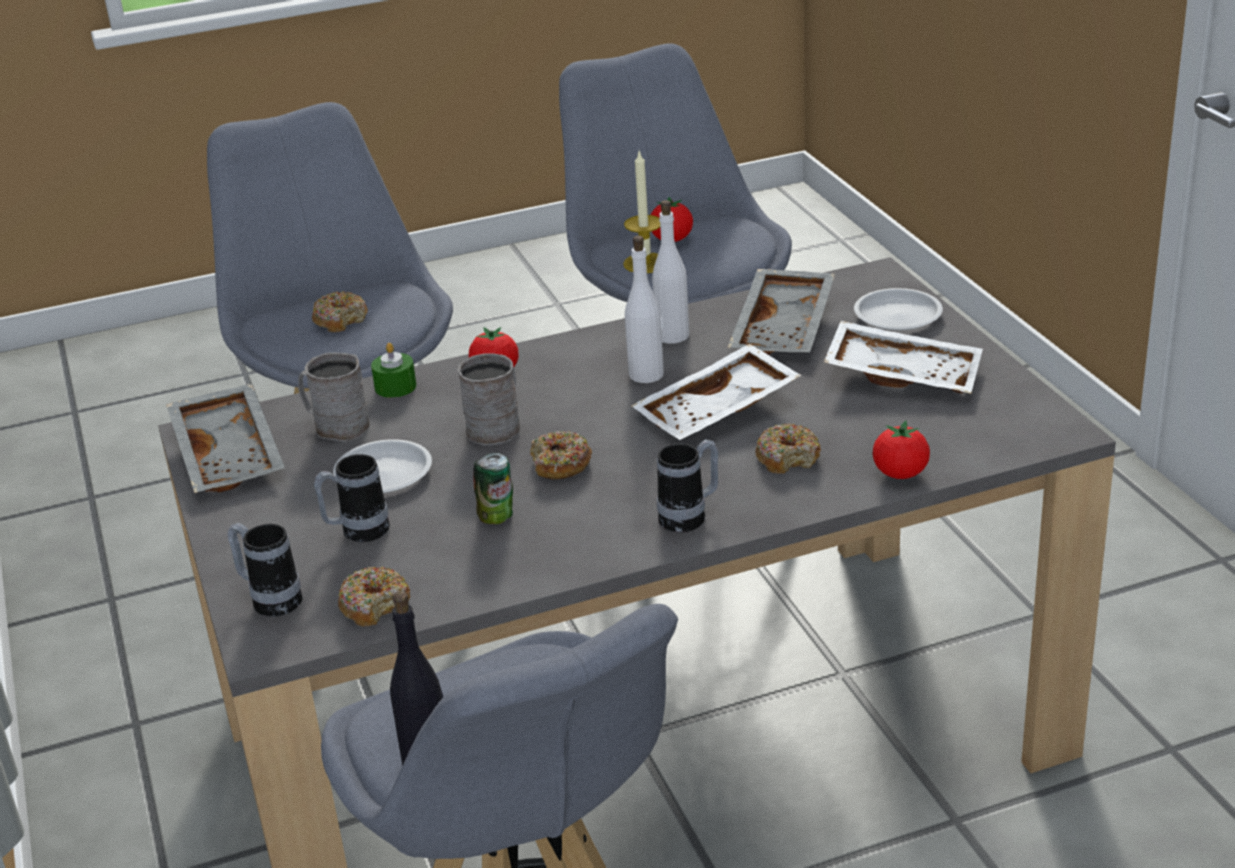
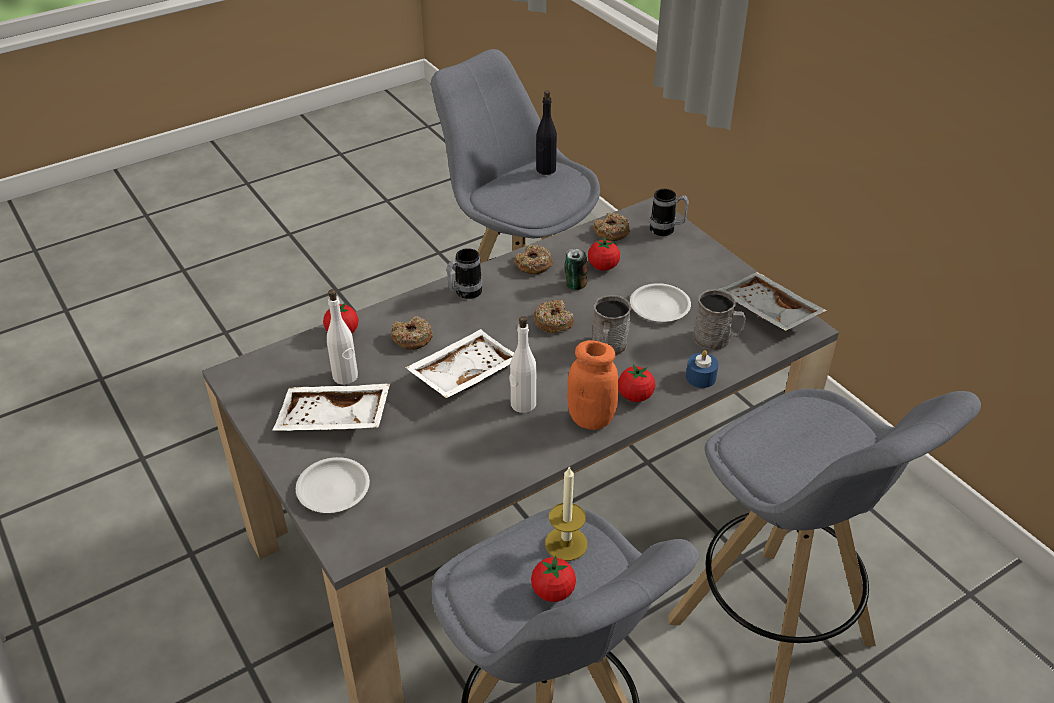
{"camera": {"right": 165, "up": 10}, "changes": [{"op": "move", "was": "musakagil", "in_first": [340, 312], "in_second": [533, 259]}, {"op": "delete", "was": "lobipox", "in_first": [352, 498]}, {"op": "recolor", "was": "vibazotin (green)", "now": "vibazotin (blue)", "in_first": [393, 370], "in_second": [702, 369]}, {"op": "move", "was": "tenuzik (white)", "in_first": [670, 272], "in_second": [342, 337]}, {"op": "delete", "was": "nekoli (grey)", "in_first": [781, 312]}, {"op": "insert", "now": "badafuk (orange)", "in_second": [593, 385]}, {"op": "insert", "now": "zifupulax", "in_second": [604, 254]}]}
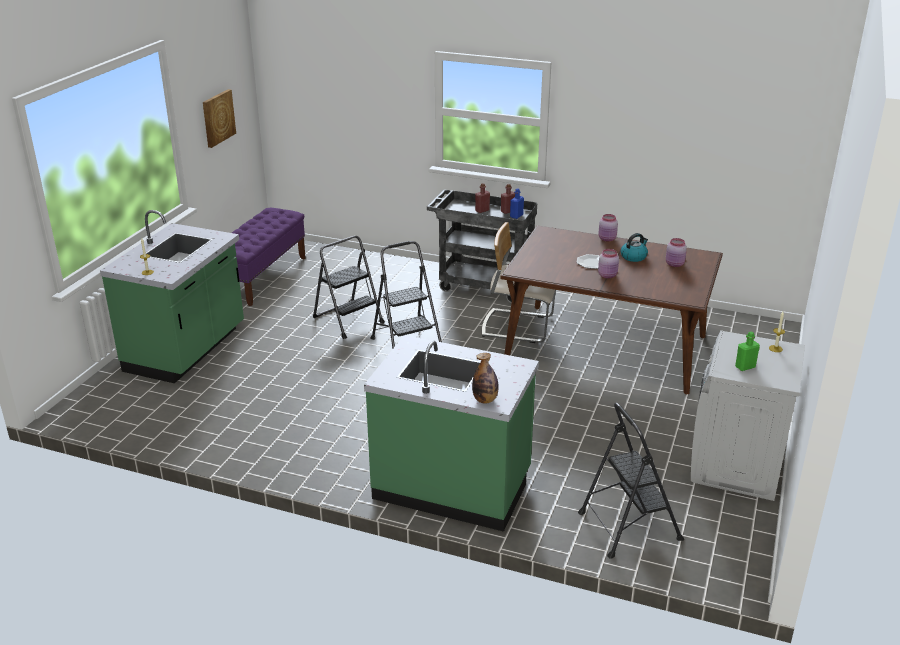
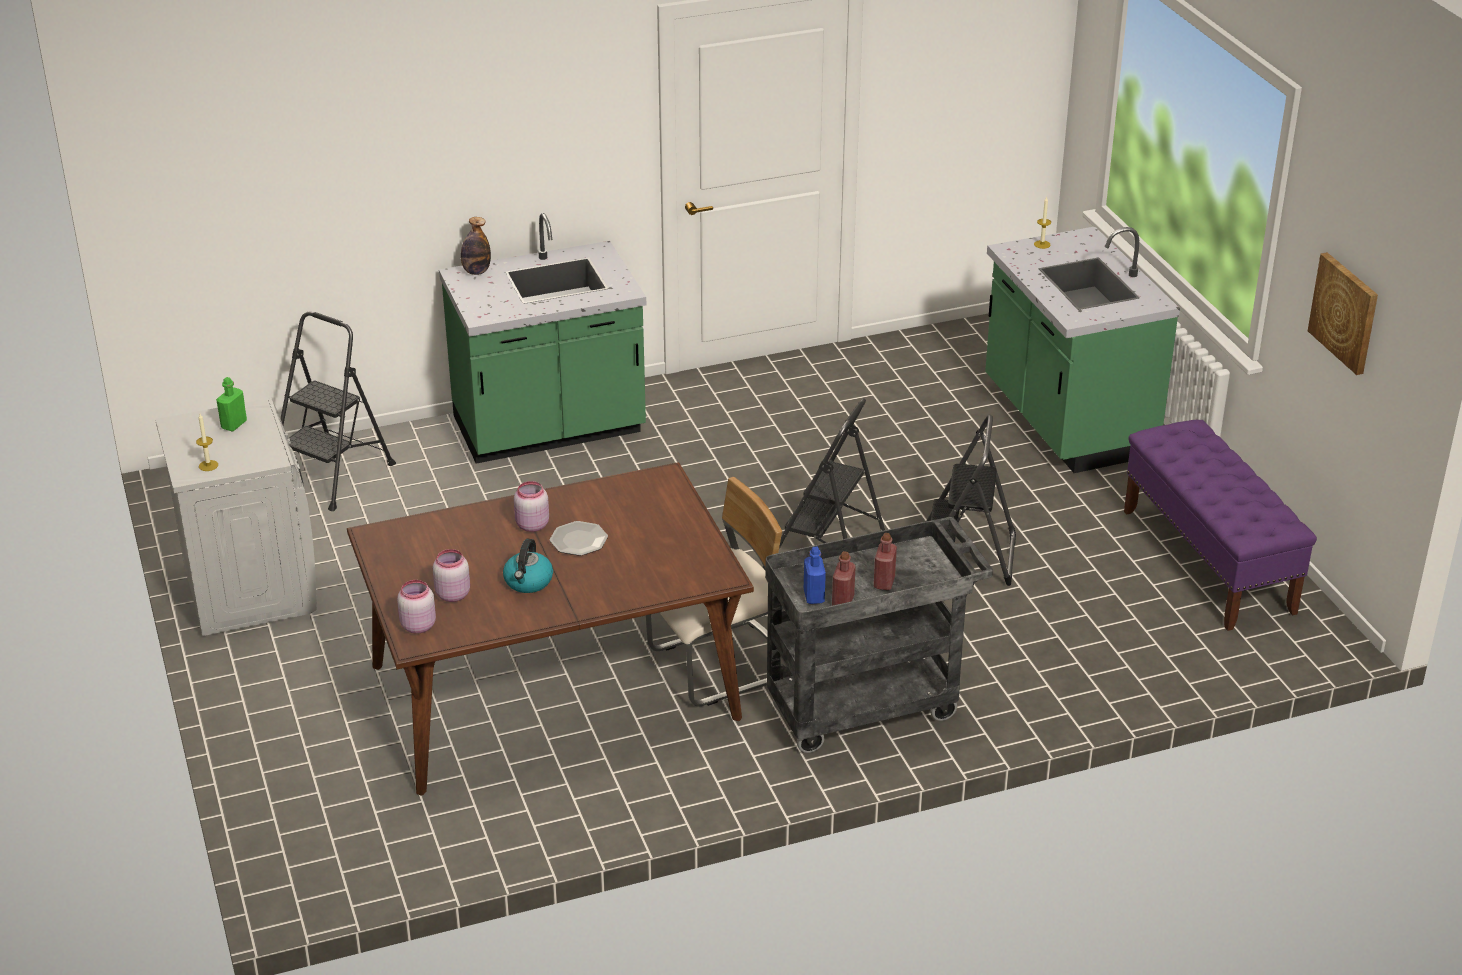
{"camera": {"right": 140, "up": 5}, "changes": [{"op": "move", "was": "badafuk (pink)", "in_first": [608, 228], "in_second": [416, 607]}]}
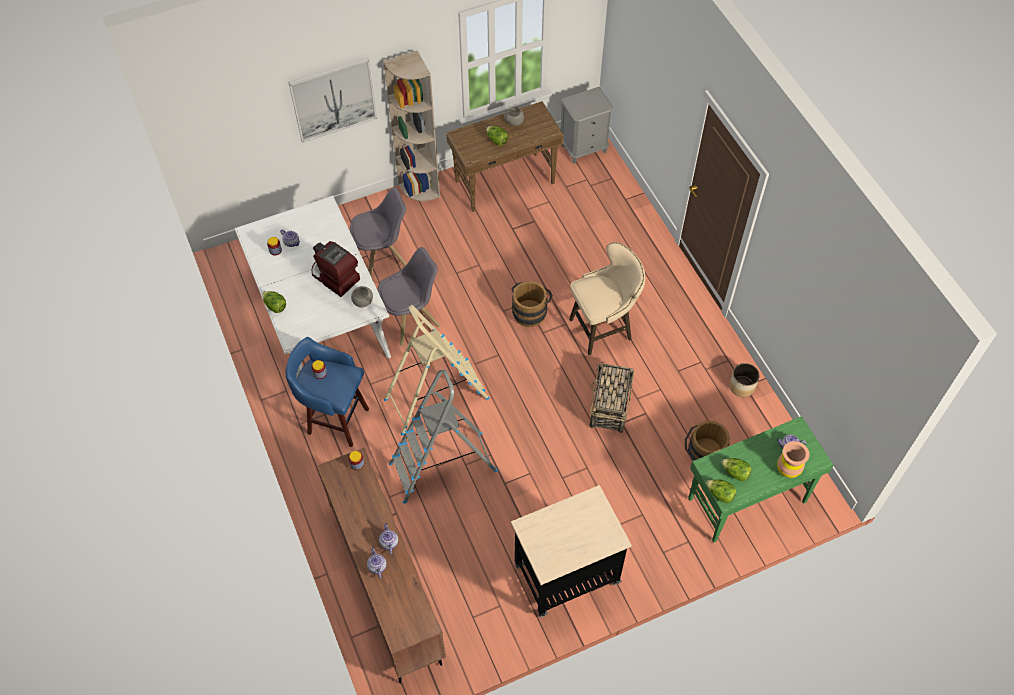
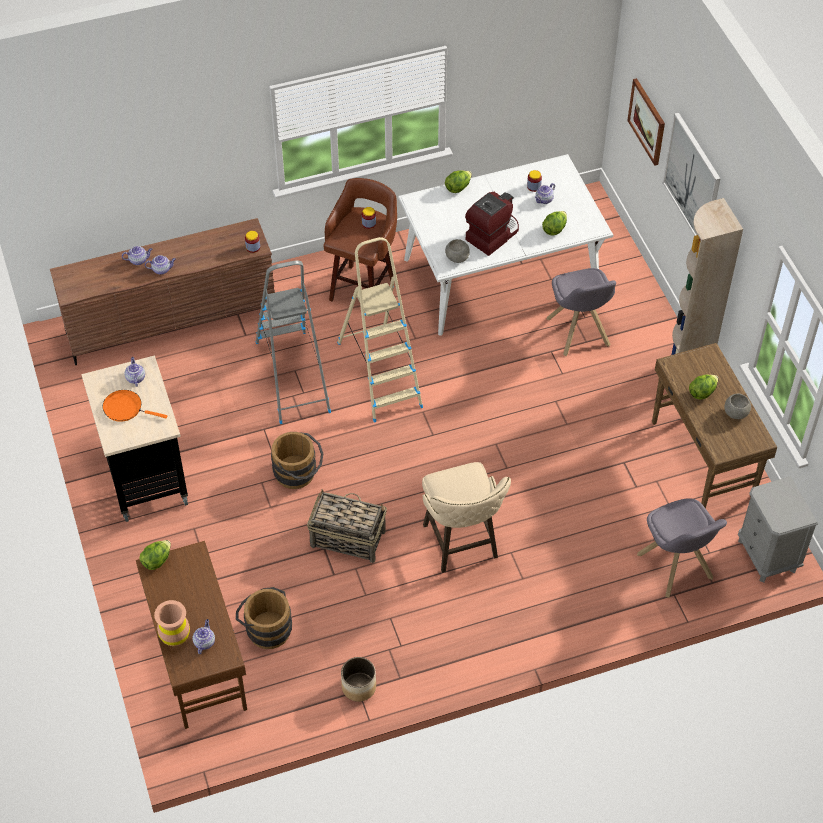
{"camera": {"right": 95, "up": -5}, "changes": [{"op": "recolor", "was": "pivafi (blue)", "now": "pivafi (brown)", "in_first": [327, 392], "in_second": [360, 239]}, {"op": "move", "was": "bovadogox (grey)", "in_first": [409, 296], "in_second": [682, 548]}, {"op": "move", "was": "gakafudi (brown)", "in_first": [532, 304], "in_second": [297, 460]}, {"op": "recolor", "was": "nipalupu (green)", "now": "nipalupu (brown)", "in_first": [761, 479], "in_second": [191, 635]}, {"op": "move", "was": "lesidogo", "in_first": [736, 469], "in_second": [554, 223]}, {"op": "insert", "now": "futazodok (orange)", "in_second": [135, 406]}, {"op": "insert", "now": "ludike", "in_second": [135, 372]}, {"op": "insert", "now": "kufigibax", "in_second": [646, 122]}]}
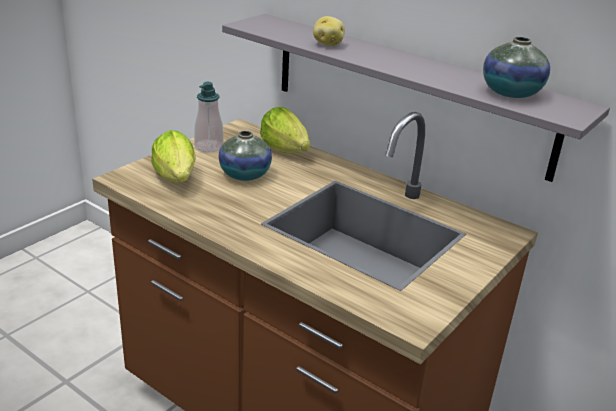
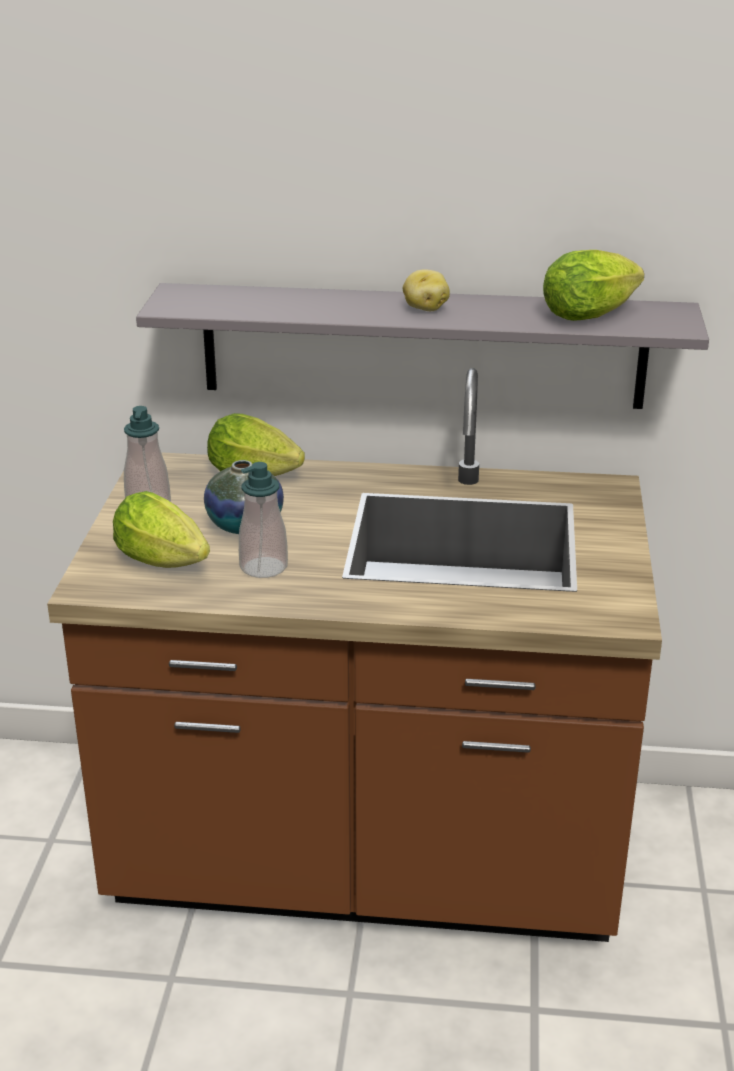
{"camera": {"right": -30, "up": 0}, "changes": [{"op": "move", "was": "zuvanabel", "in_first": [329, 31], "in_second": [426, 290]}, {"op": "replace", "was": "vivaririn", "now": "lesidogo", "in_first": [516, 67], "in_second": [593, 285]}, {"op": "insert", "now": "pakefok", "in_second": [263, 520]}]}
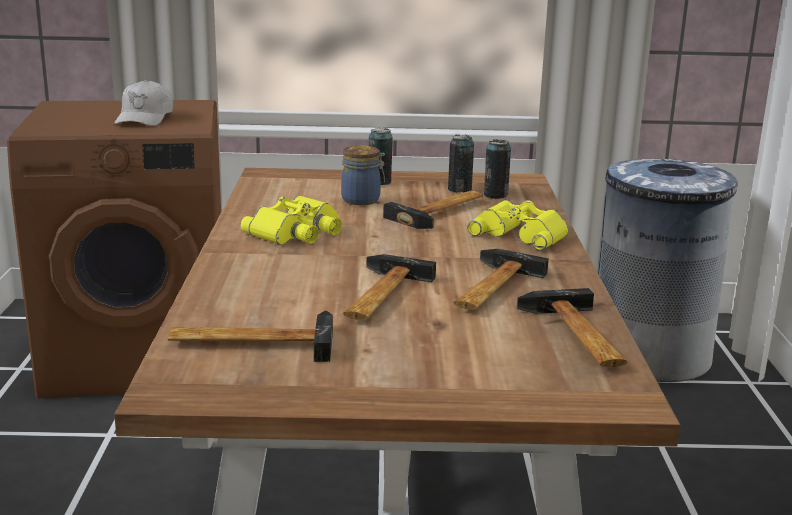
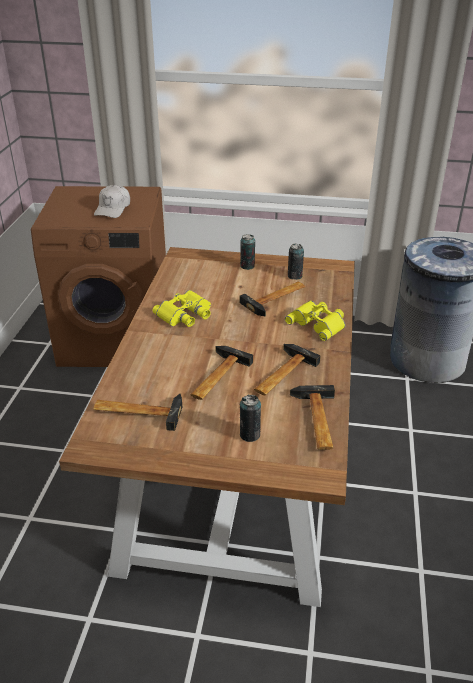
{"camera": {"right": 10, "up": 15}, "changes": [{"op": "delete", "was": "badafuk", "in_first": [363, 175]}, {"op": "move", "was": "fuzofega", "in_first": [497, 169], "in_second": [250, 418]}]}
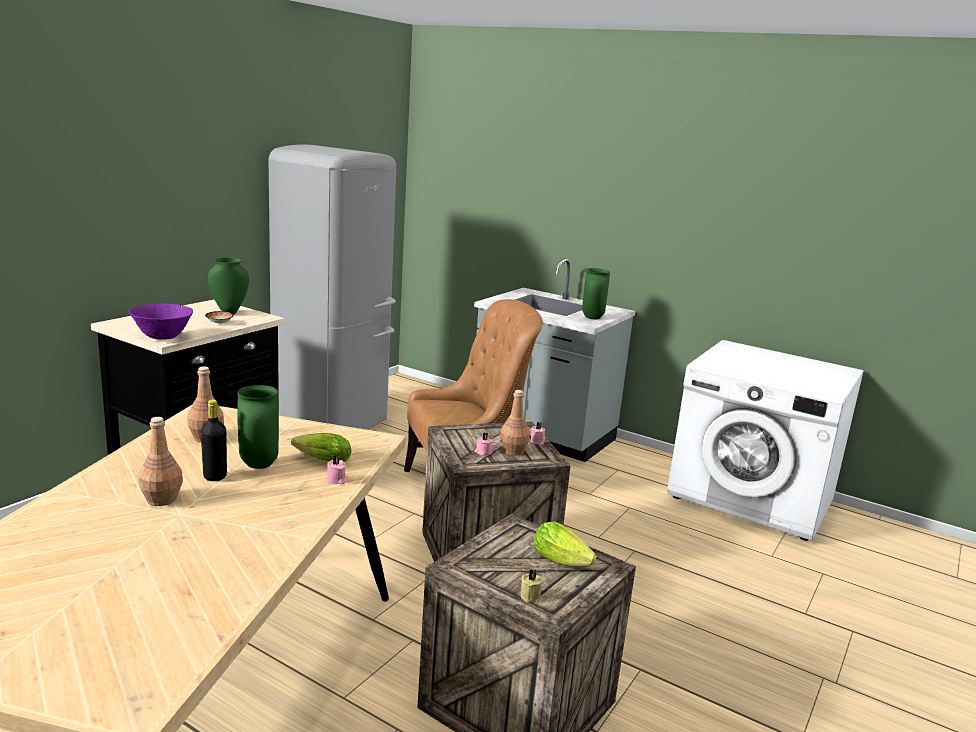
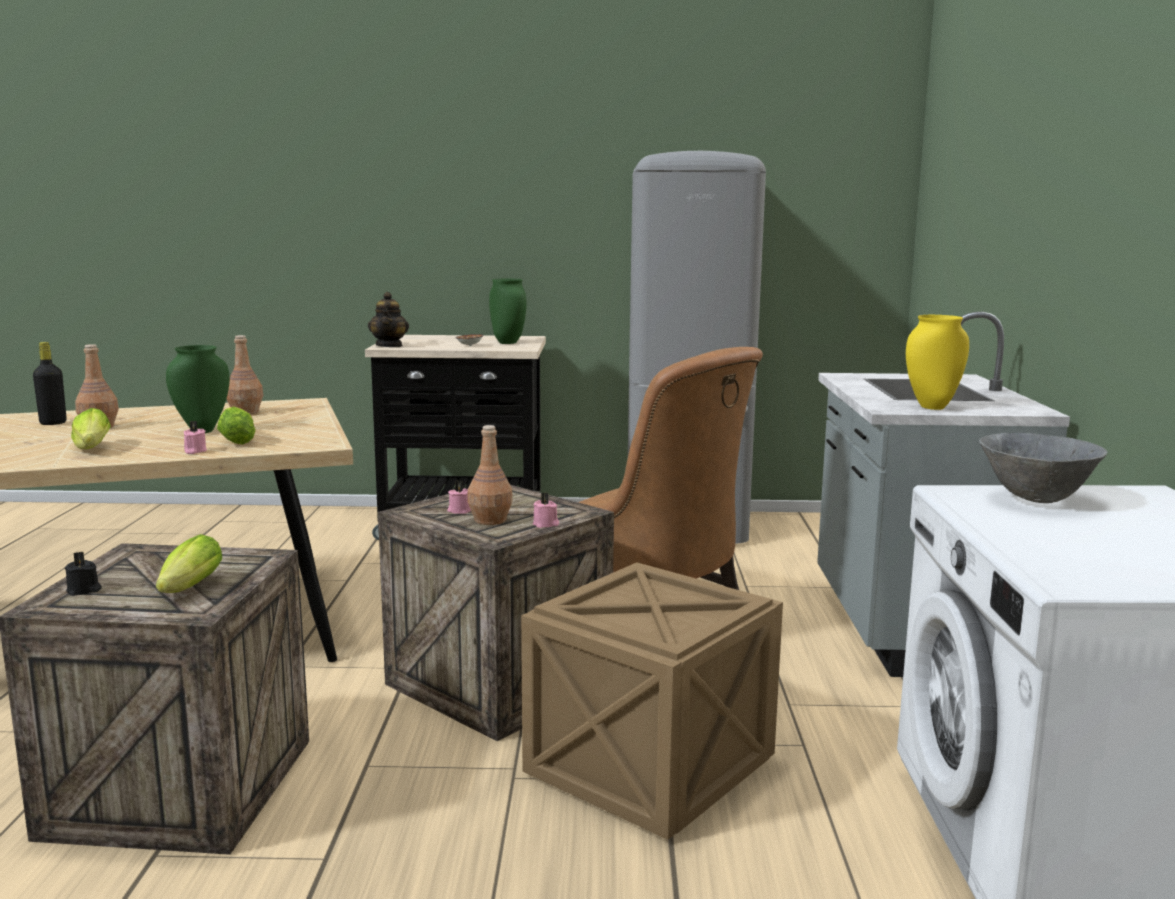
{"camera": {"right": 60, "up": -5}, "changes": [{"op": "replace", "was": "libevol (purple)", "now": "ludike", "in_first": [161, 322], "in_second": [388, 319]}, {"op": "move", "was": "tenuzik (black)", "in_first": [214, 440], "in_second": [50, 383]}, {"op": "recolor", "was": "vibazotin (beige)", "now": "vibazotin (black)", "in_first": [531, 586], "in_second": [83, 574]}, {"op": "recolor", "was": "vivaririn (green)", "now": "vivaririn (yellow)", "in_first": [596, 293], "in_second": [937, 362]}, {"op": "insert", "now": "lesidogo", "in_second": [91, 428]}, {"op": "insert", "now": "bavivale", "in_second": [652, 701]}, {"op": "insert", "now": "libevol (grey)", "in_second": [1043, 468]}]}
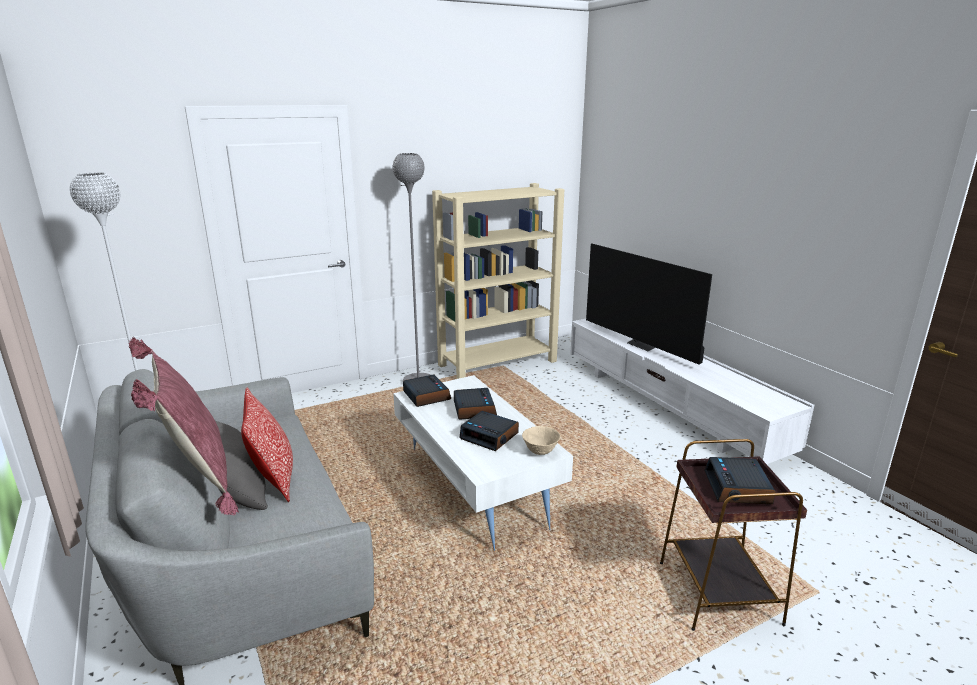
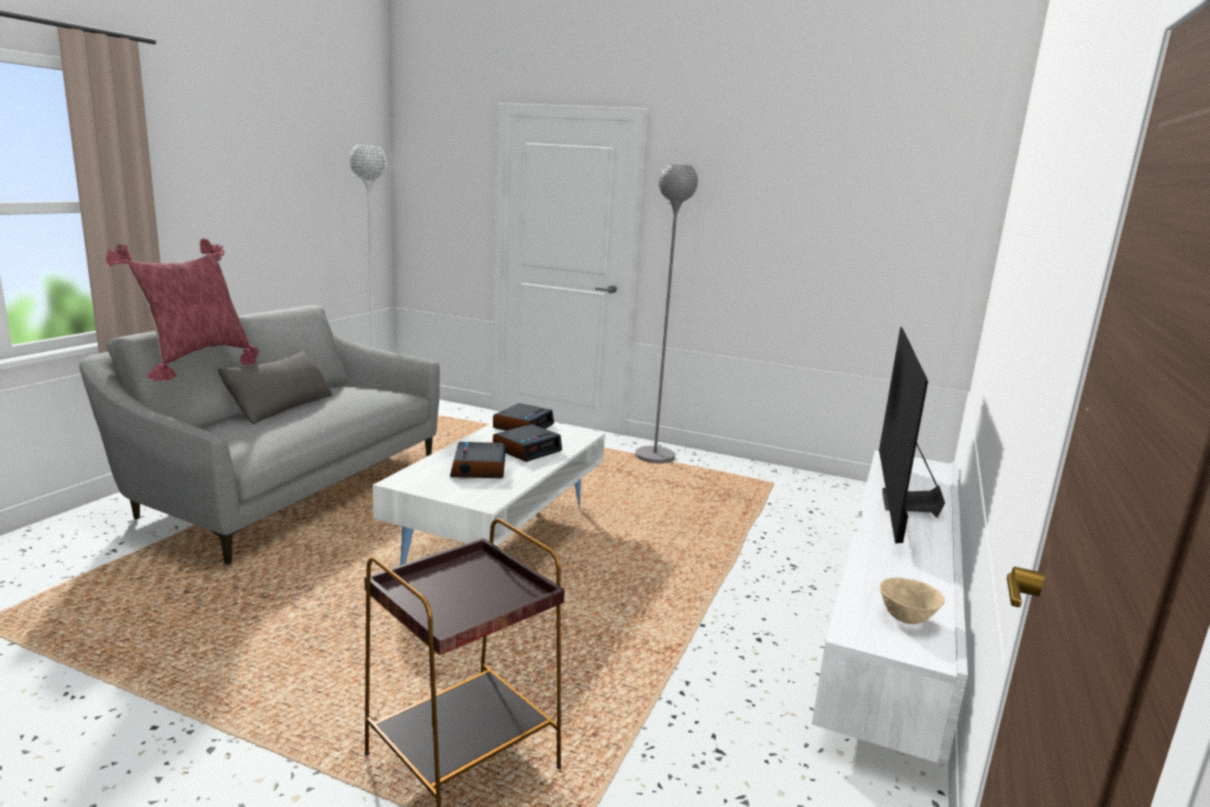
{"camera": {"right": 50, "up": -5}, "changes": [{"op": "delete", "was": "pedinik", "in_first": [267, 445]}, {"op": "delete", "was": "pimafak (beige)", "in_first": [498, 281]}, {"op": "move", "was": "libevol (beige)", "in_first": [541, 440], "in_second": [912, 601]}, {"op": "delete", "was": "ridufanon", "in_first": [740, 480]}]}
